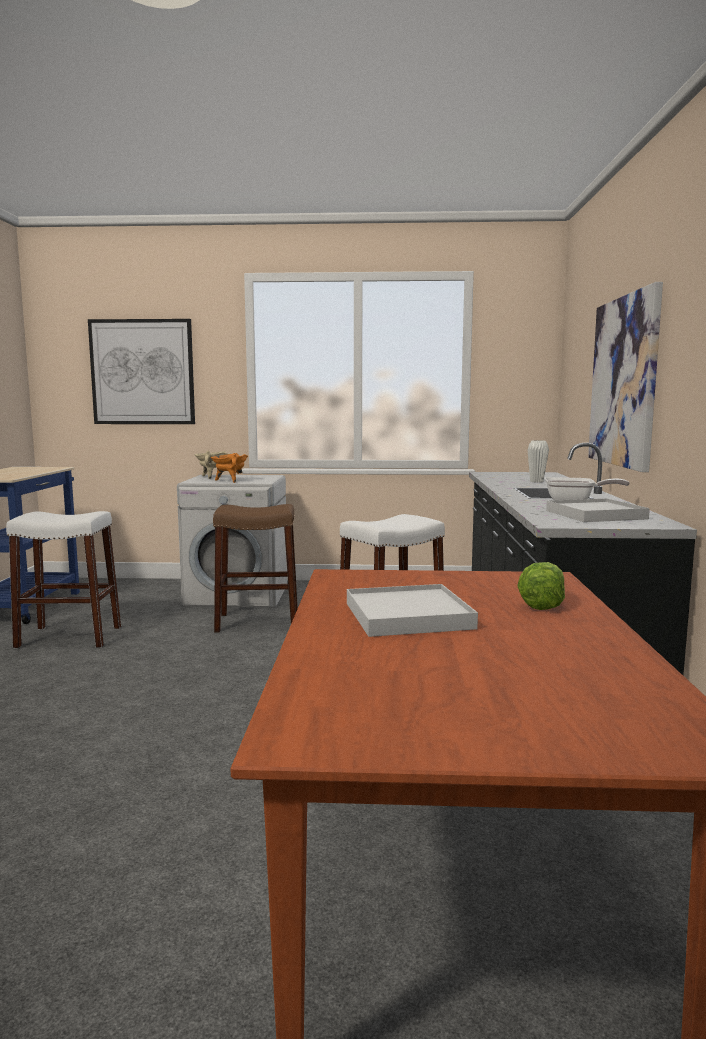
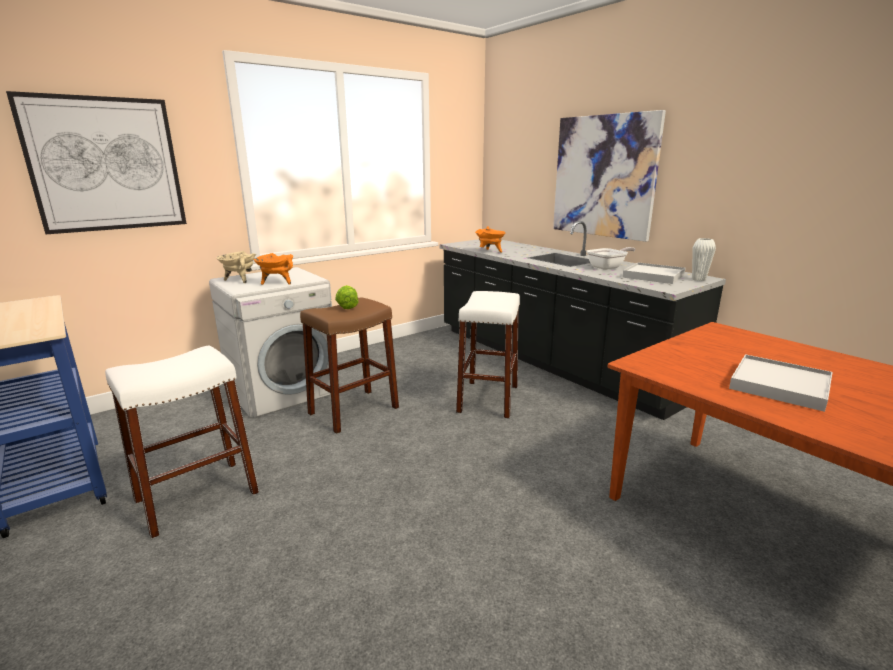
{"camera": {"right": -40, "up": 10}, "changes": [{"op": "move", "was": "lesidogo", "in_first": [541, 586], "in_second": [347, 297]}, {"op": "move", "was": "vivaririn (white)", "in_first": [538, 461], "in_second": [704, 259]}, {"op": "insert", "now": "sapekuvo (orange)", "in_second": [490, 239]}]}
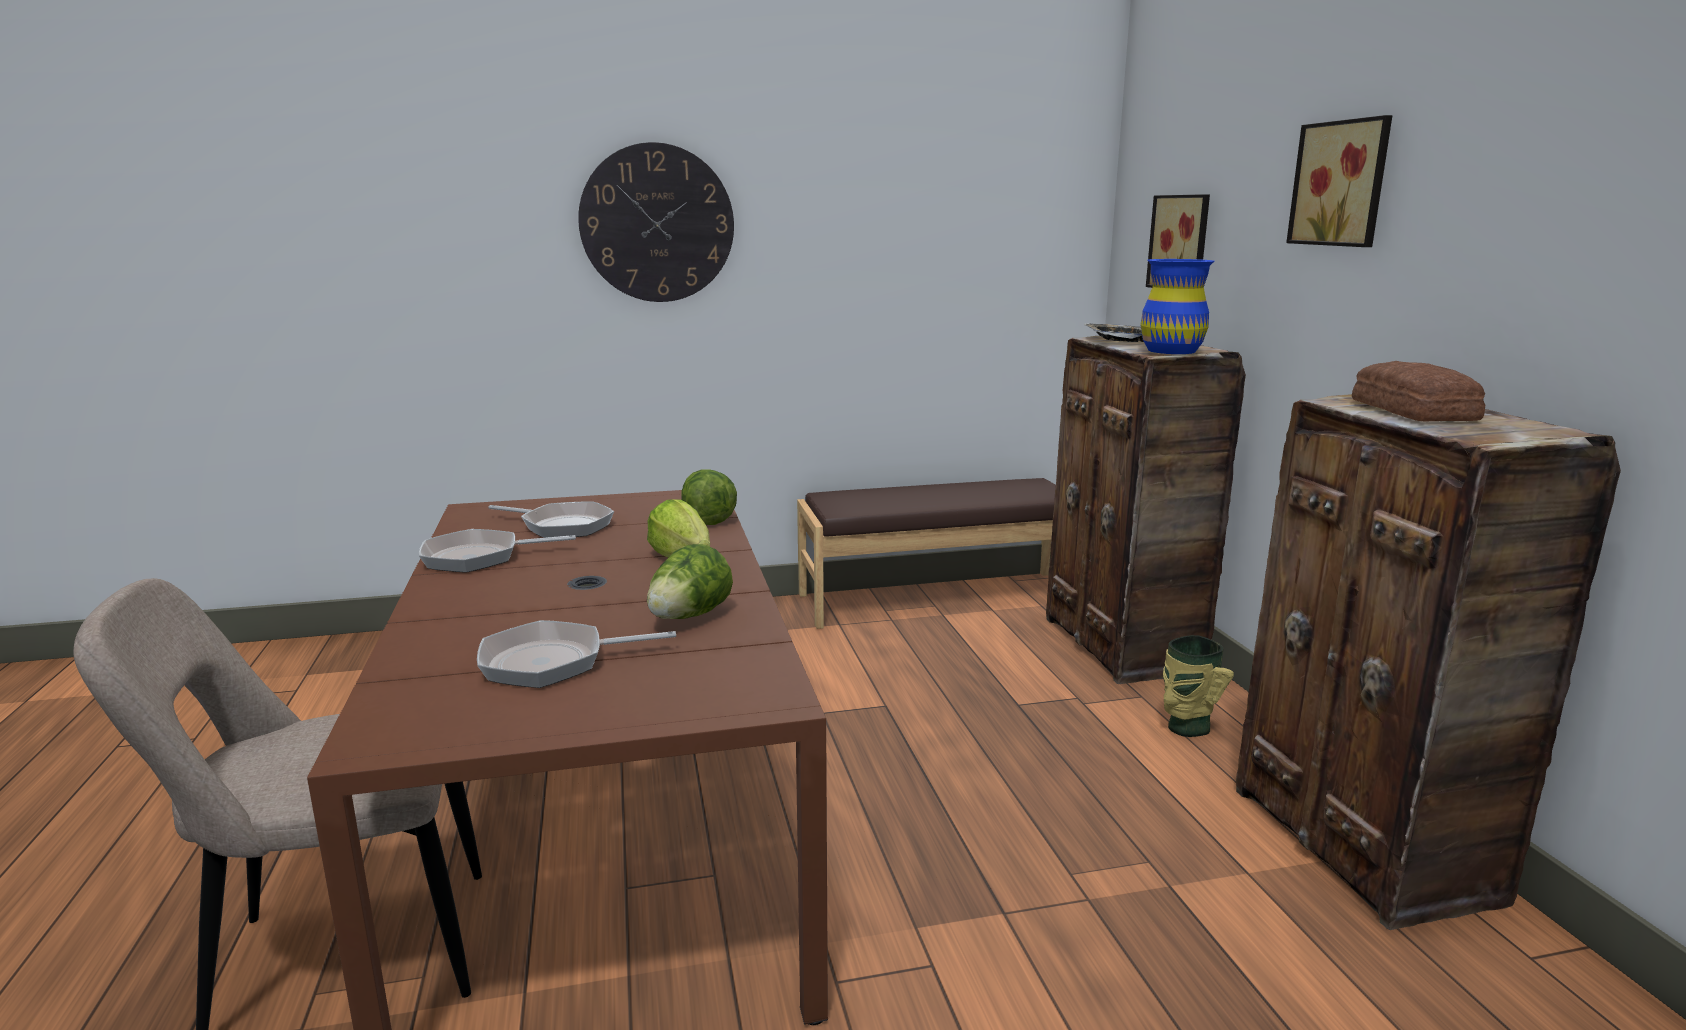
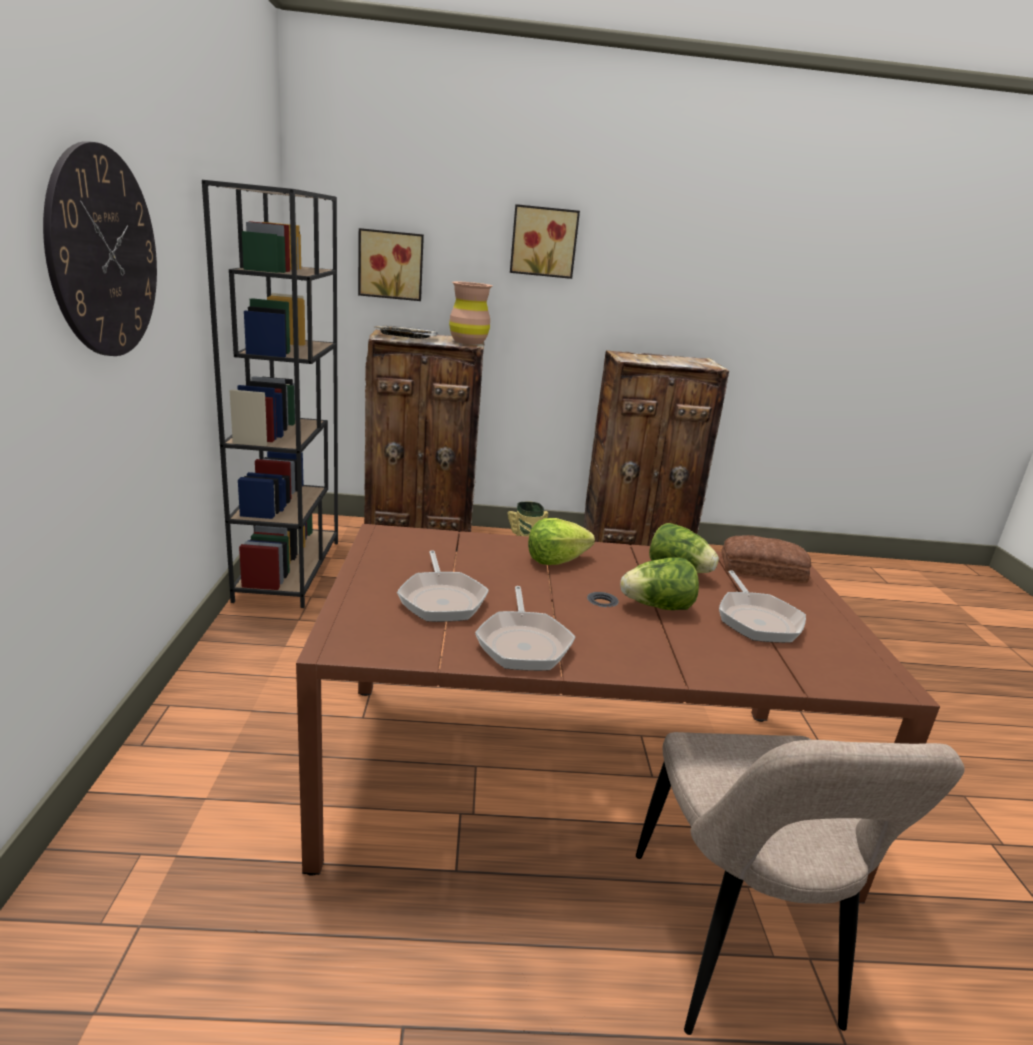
{"camera": {"right": -80, "up": 5}, "changes": [{"op": "rotate", "was": "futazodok", "in_first": [551, 519], "in_second": [443, 586], "clockwise": 135}, {"op": "move", "was": "lesidogo", "in_first": [709, 497], "in_second": [659, 583]}, {"op": "replace", "was": "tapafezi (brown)", "now": "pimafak", "in_first": [926, 553], "in_second": [270, 394]}, {"op": "recolor", "was": "vivaririn (blue)", "now": "vivaririn (brown)", "in_first": [1177, 306], "in_second": [470, 313]}, {"op": "move", "was": "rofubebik", "in_first": [1418, 391], "in_second": [766, 559]}]}
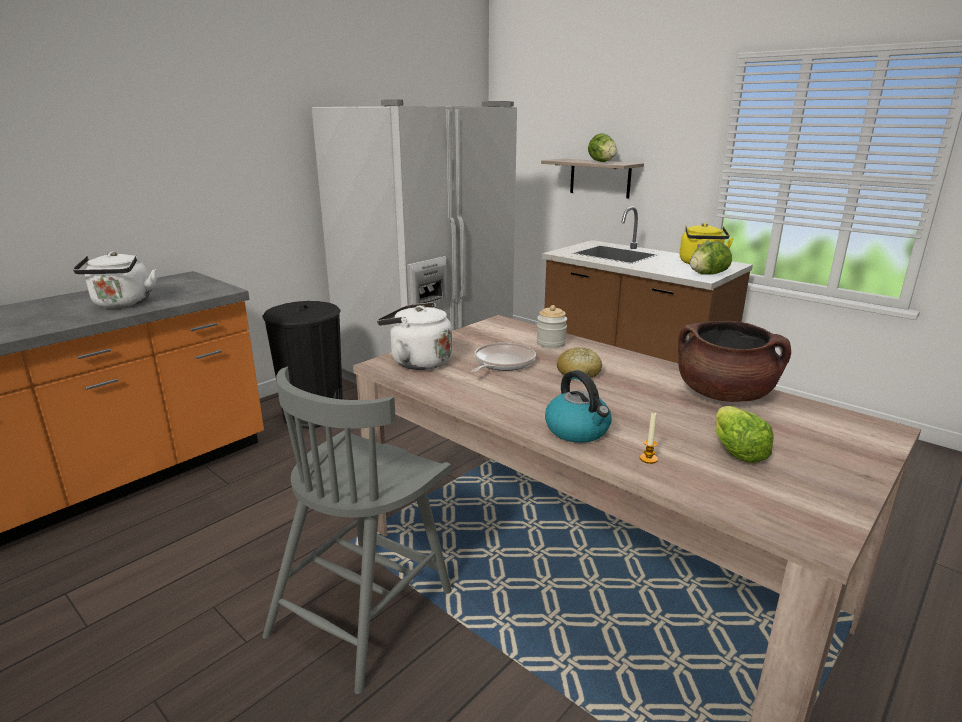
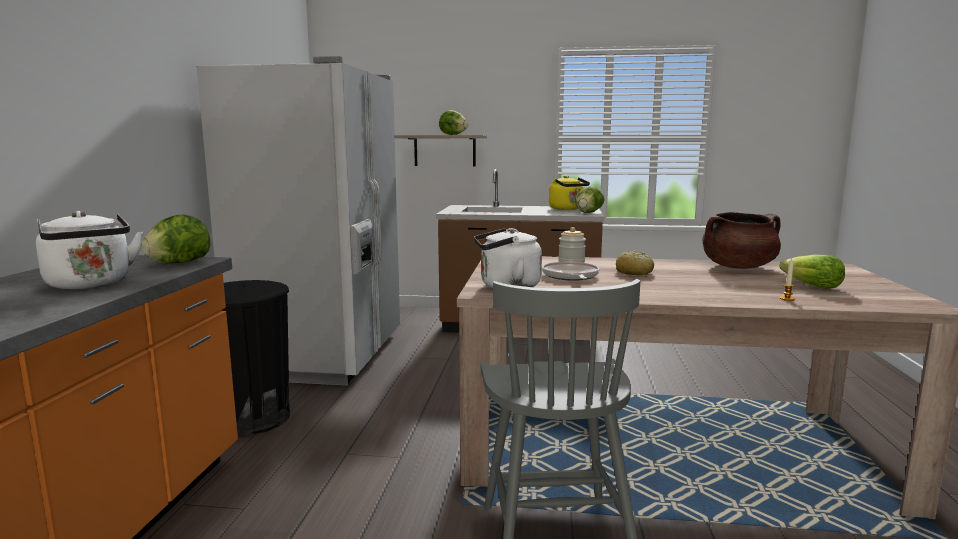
{"camera": {"right": -35, "up": -10}, "changes": [{"op": "delete", "was": "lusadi", "in_first": [578, 406]}, {"op": "insert", "now": "lesidogo", "in_second": [176, 239]}]}
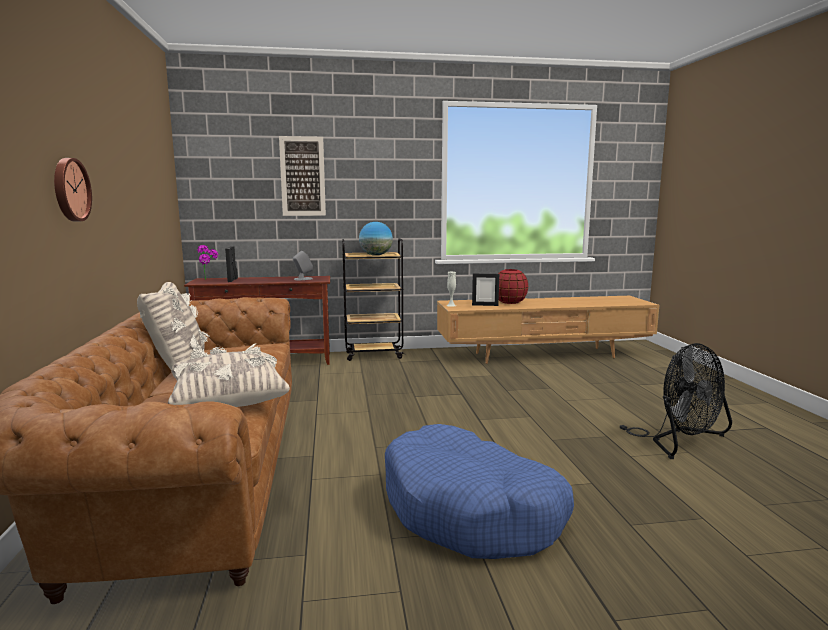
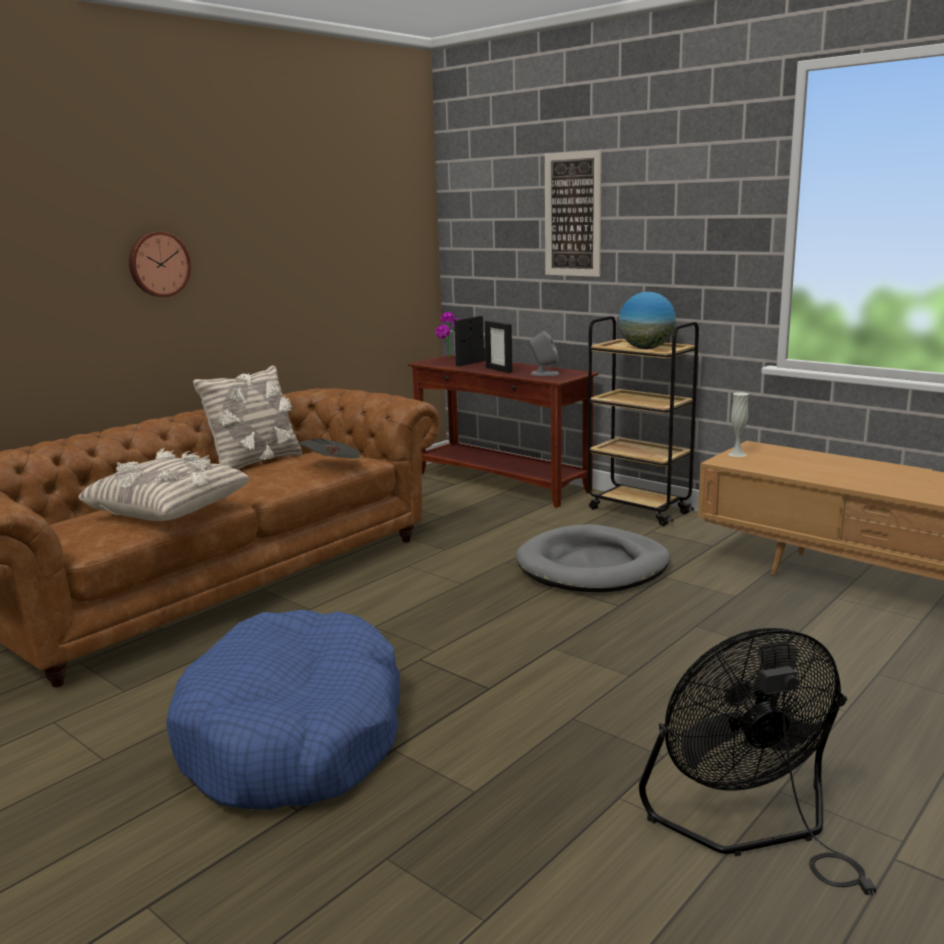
{"camera": {"right": 50, "up": 5}, "changes": [{"op": "move", "was": "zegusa", "in_first": [485, 289], "in_second": [498, 347]}, {"op": "delete", "was": "vivaririn (red)", "in_first": [513, 286]}, {"op": "rotate", "was": "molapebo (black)", "in_first": [676, 401], "in_second": [757, 762], "clockwise": 150}, {"op": "insert", "now": "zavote", "in_second": [329, 448]}, {"op": "insert", "now": "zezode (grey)", "in_second": [593, 558]}]}
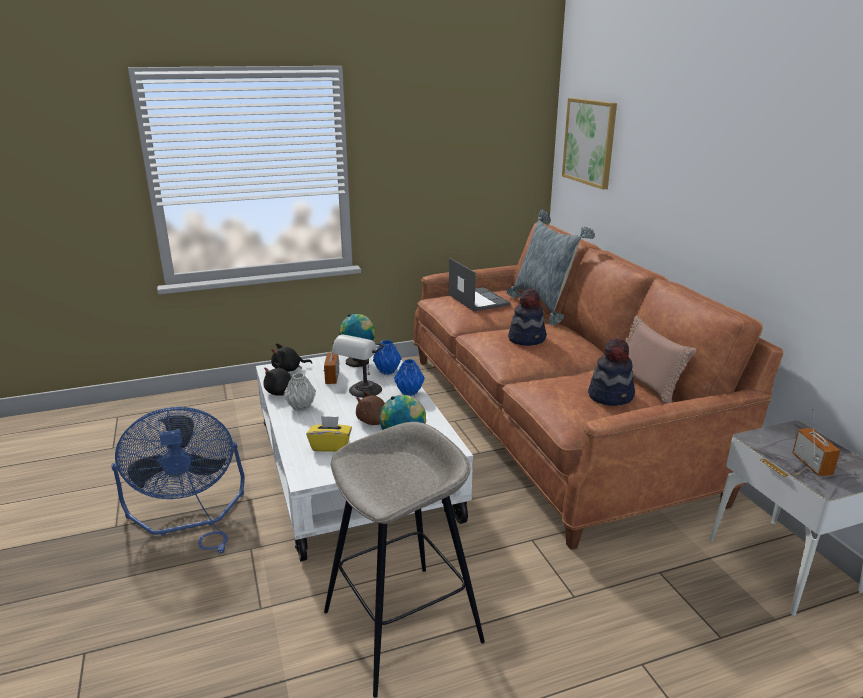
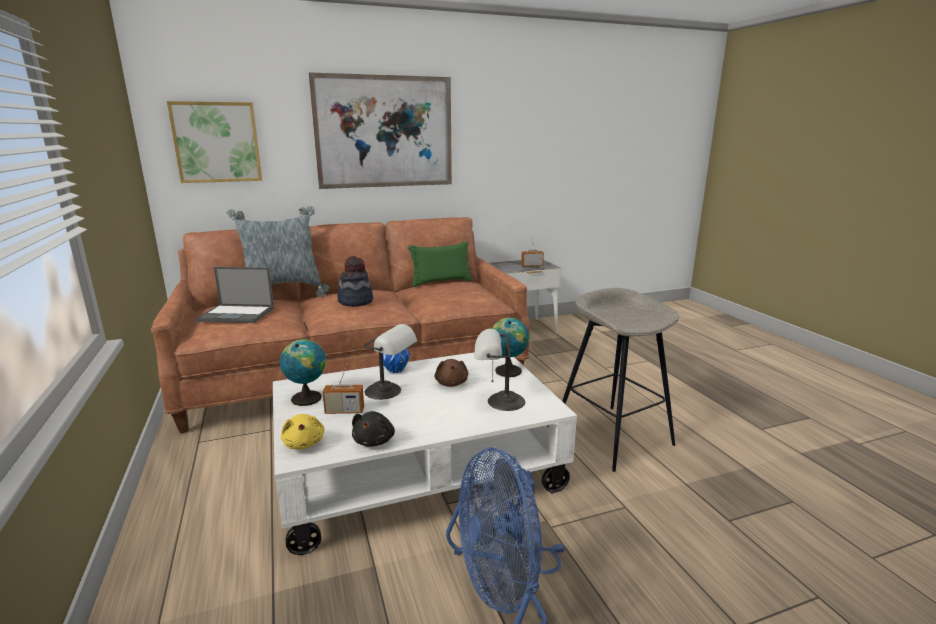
{"camera": {"right": -90, "up": -5}, "changes": [{"op": "recolor", "was": "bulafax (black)", "now": "bulafax (yellow)", "in_first": [291, 357], "in_second": [303, 431]}, {"op": "delete", "was": "vivaririn (grey)", "in_first": [300, 392]}, {"op": "replace", "was": "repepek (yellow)", "now": "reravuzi", "in_first": [329, 434], "in_second": [499, 370]}, {"op": "delete", "was": "vivaririn (blue)", "in_first": [387, 357]}, {"op": "rotate", "was": "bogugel", "in_first": [480, 284], "in_second": [235, 295], "clockwise": -150}, {"op": "delete", "was": "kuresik", "in_first": [611, 372]}, {"op": "recolor", "was": "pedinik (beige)", "now": "pedinik (green)", "in_first": [661, 360], "in_second": [440, 264]}, {"op": "insert", "now": "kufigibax", "in_second": [380, 130]}]}
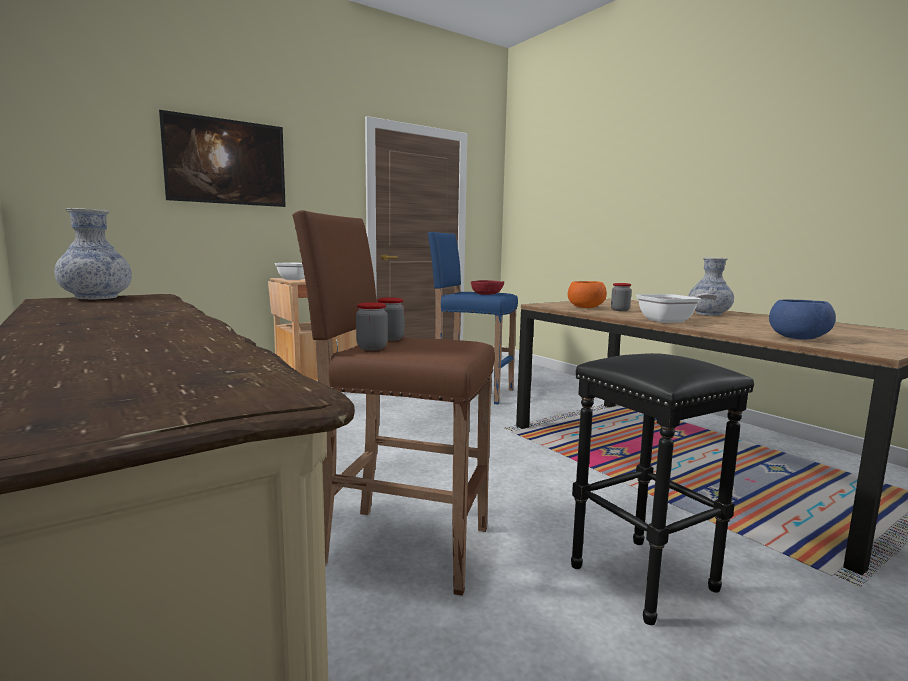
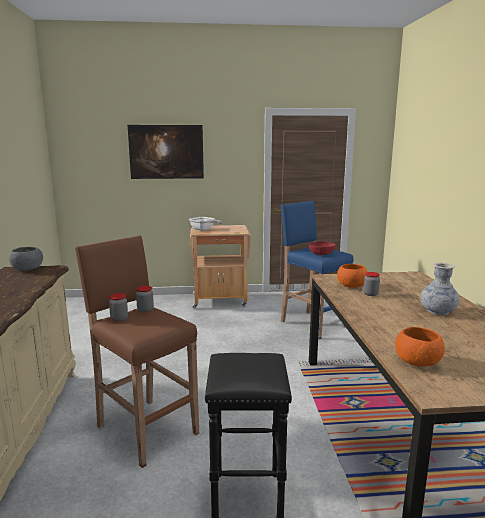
{"camera": {"right": 30, "up": 5}, "changes": [{"op": "replace", "was": "vivaririn", "now": "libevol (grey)", "in_first": [93, 253], "in_second": [26, 259]}, {"op": "delete", "was": "futazodok", "in_first": [676, 308]}, {"op": "recolor", "was": "libevol (blue)", "now": "libevol (orange)", "in_first": [802, 319], "in_second": [420, 347]}]}
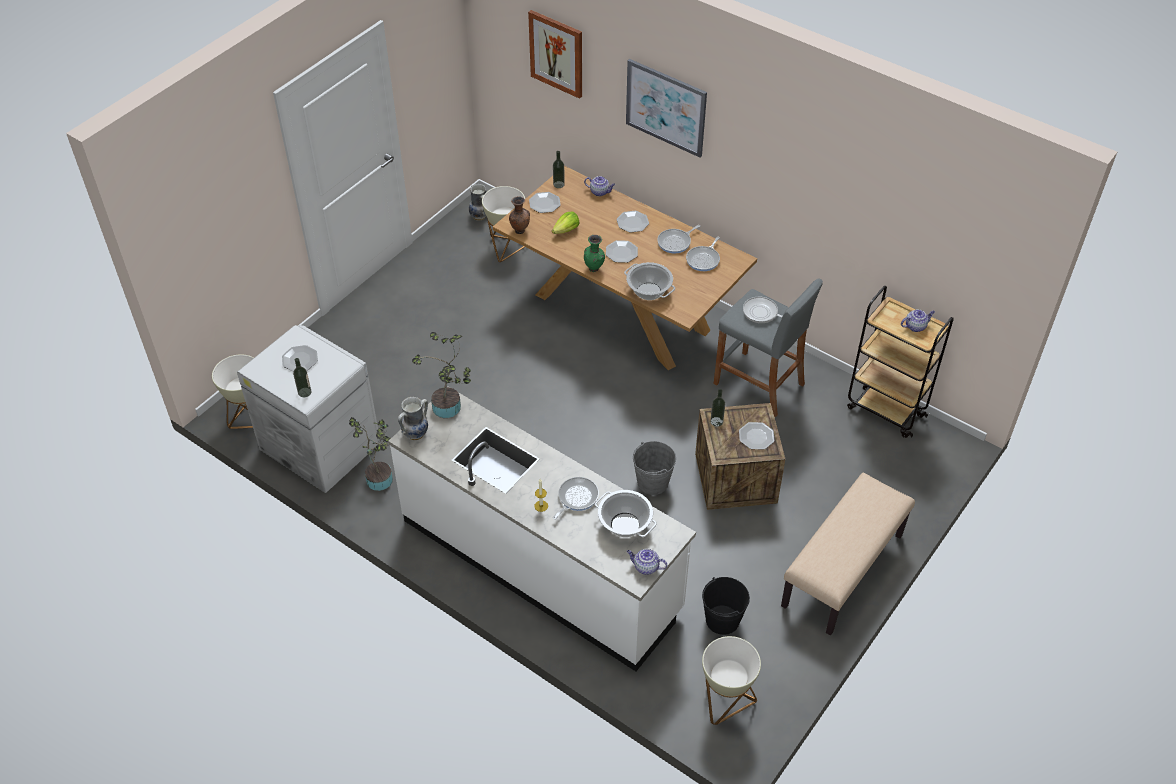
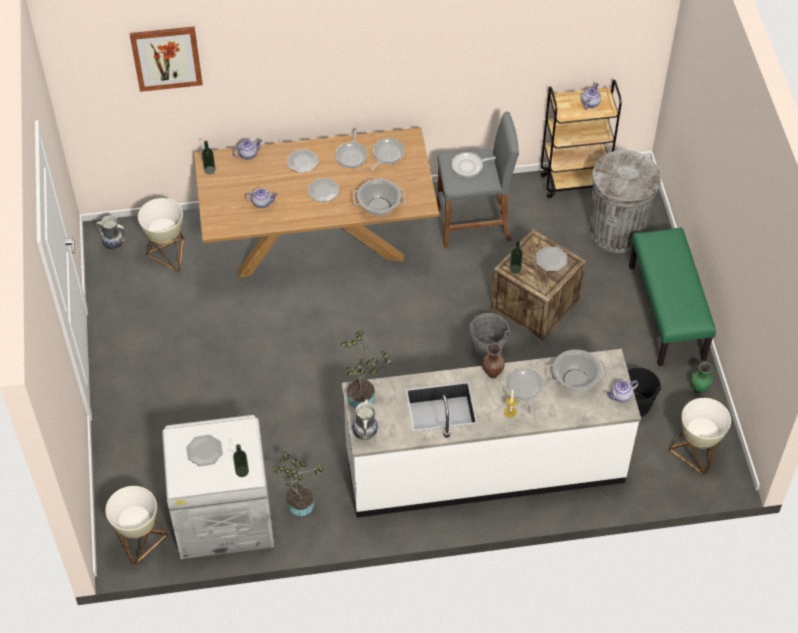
{"camera": {"right": -45, "up": 5}, "changes": [{"op": "move", "was": "vivaririn (brown)", "in_first": [519, 215], "in_second": [493, 360]}, {"op": "delete", "was": "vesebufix", "in_first": [545, 202]}, {"op": "replace", "was": "lesidogo", "now": "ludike", "in_first": [566, 223], "in_second": [261, 198]}, {"op": "move", "was": "vivaririn (green)", "in_first": [594, 253], "in_second": [702, 378]}, {"op": "delete", "was": "kufigibax", "in_first": [666, 108]}, {"op": "rotate", "was": "futazodok", "in_first": [703, 254], "in_second": [388, 154], "clockwise": -135}, {"op": "recolor", "was": "tapafezi (beige)", "now": "tapafezi (green)", "in_first": [848, 554], "in_second": [672, 296]}, {"op": "insert", "now": "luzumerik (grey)", "in_second": [625, 201]}]}
